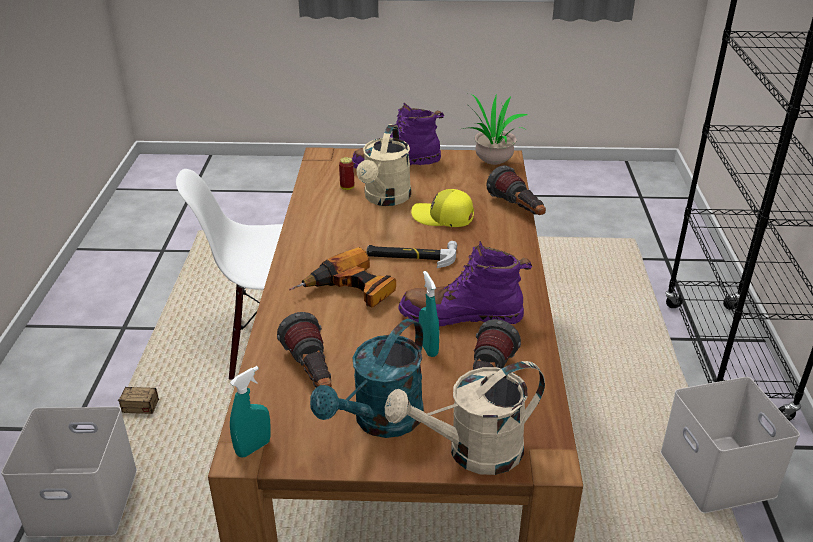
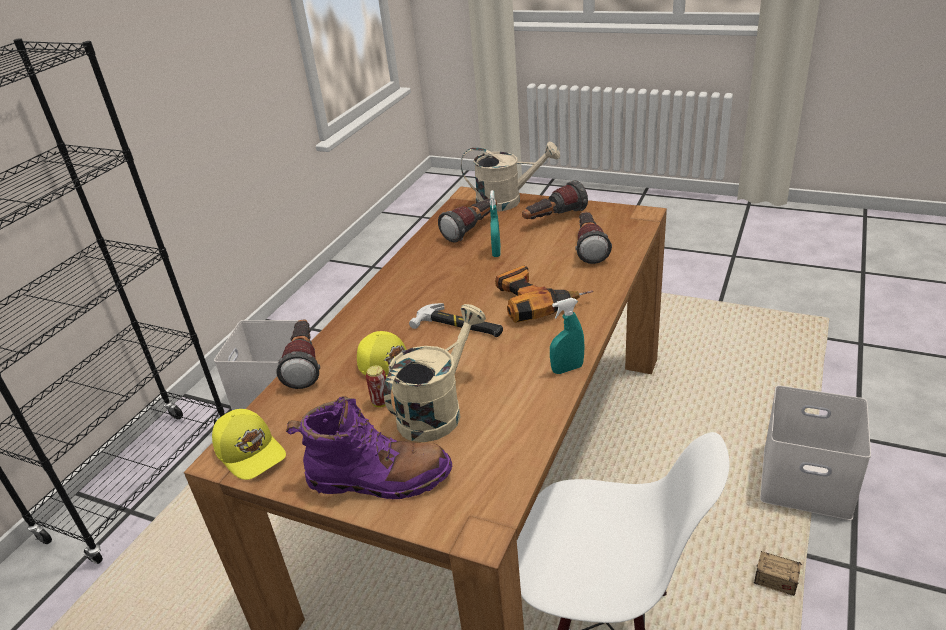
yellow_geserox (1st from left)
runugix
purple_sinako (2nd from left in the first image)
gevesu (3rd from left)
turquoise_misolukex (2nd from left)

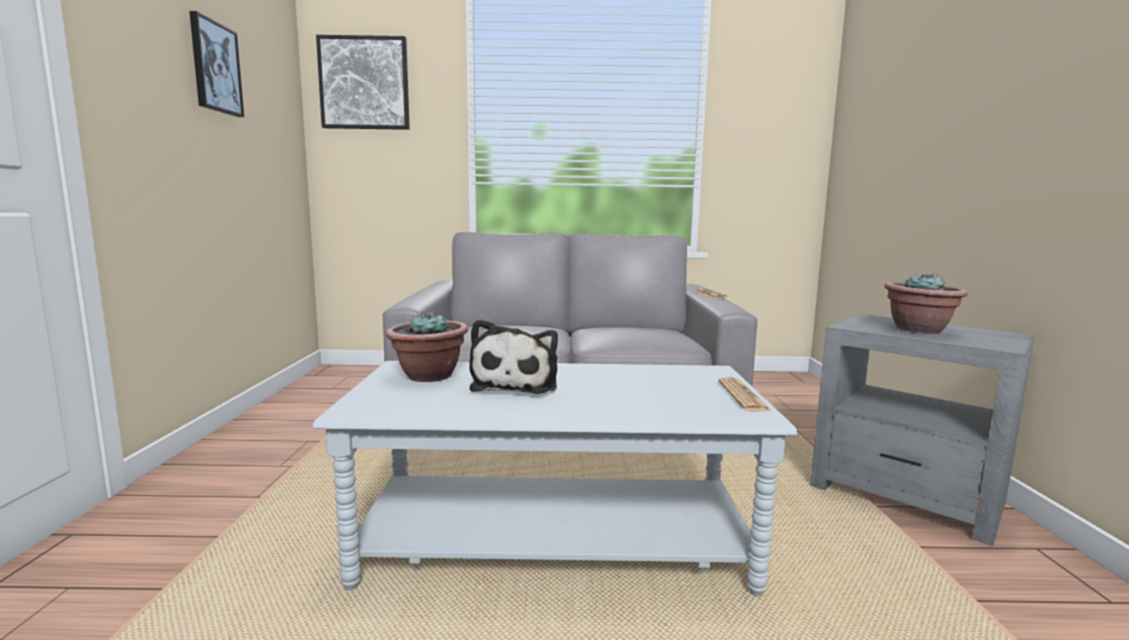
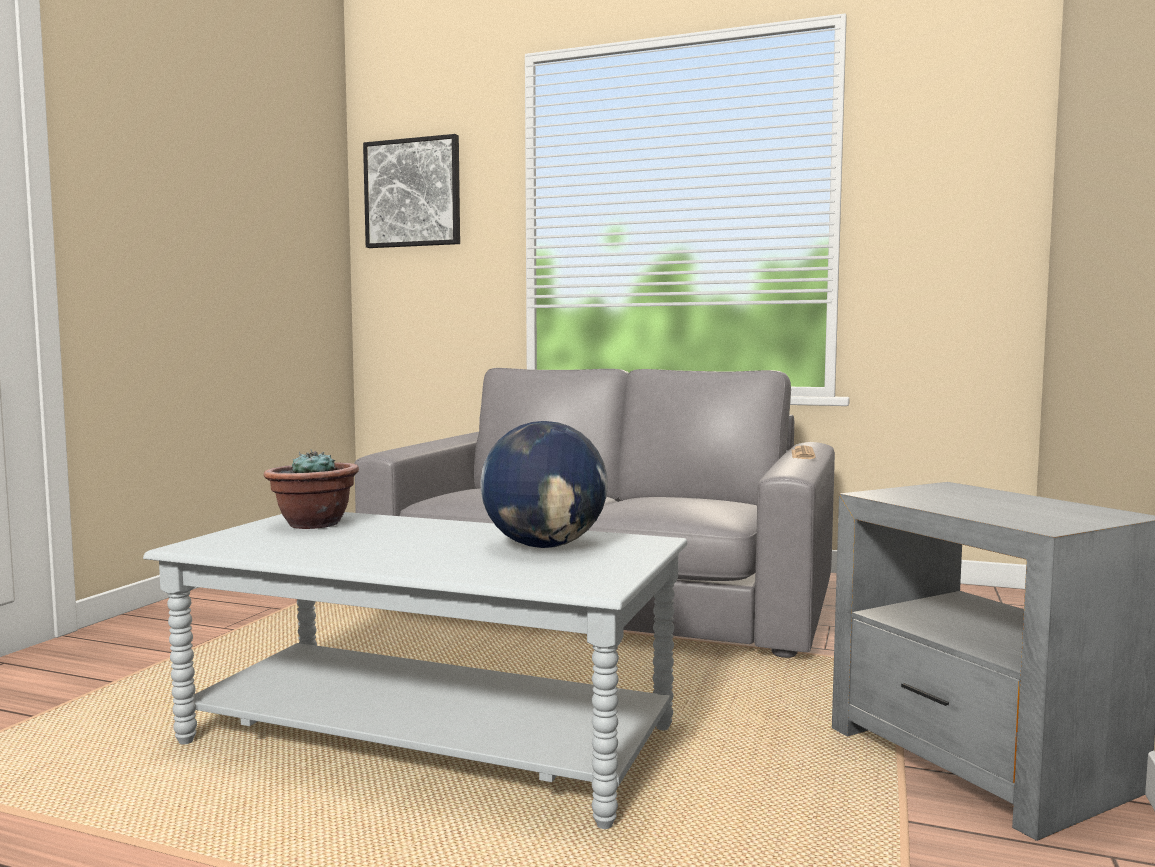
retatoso (1st from left in the first image)
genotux (2nd from left in the first image)
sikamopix
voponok (2nd from left in the first image)
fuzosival

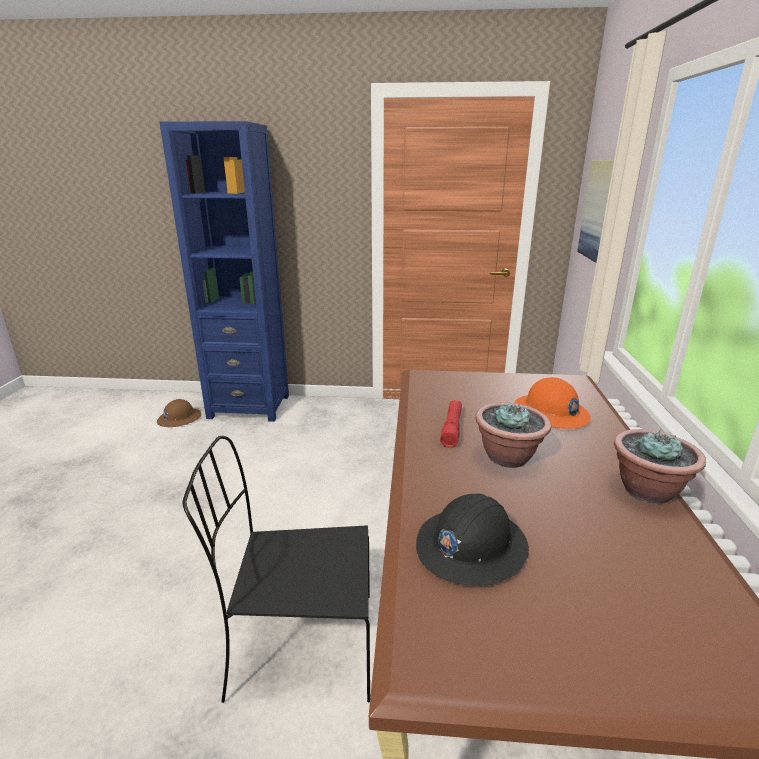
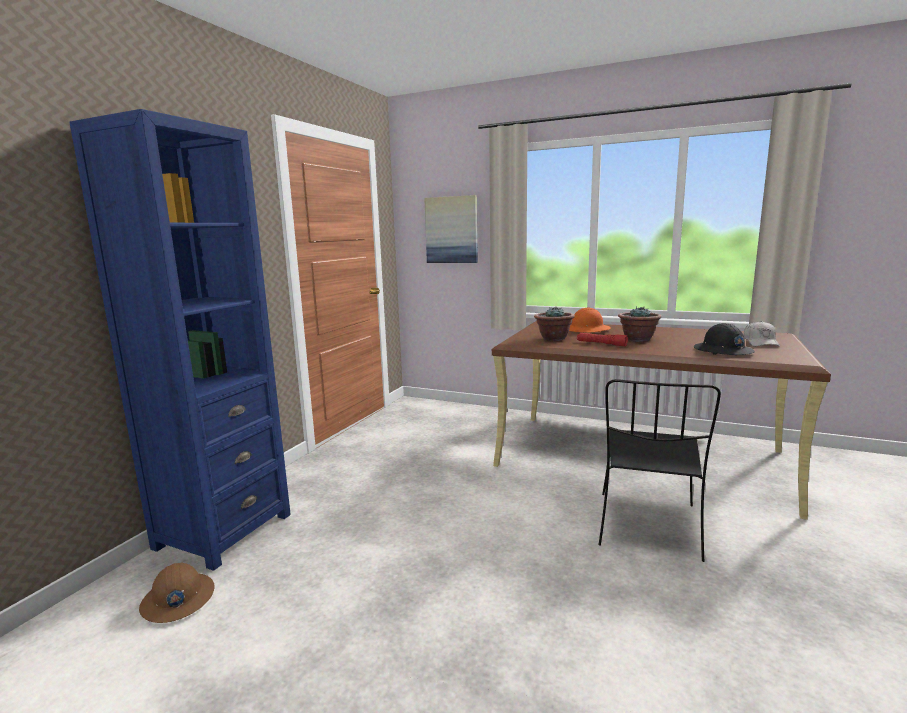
genotux (1st from left)
white_geserox

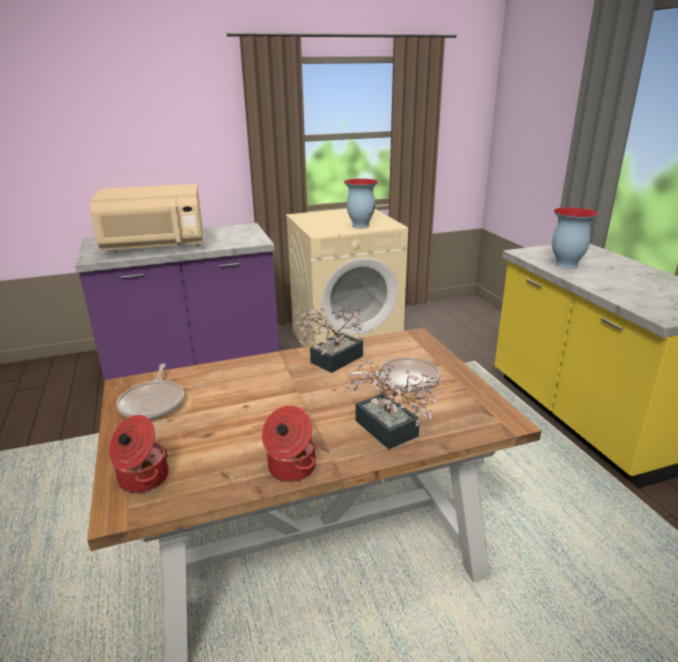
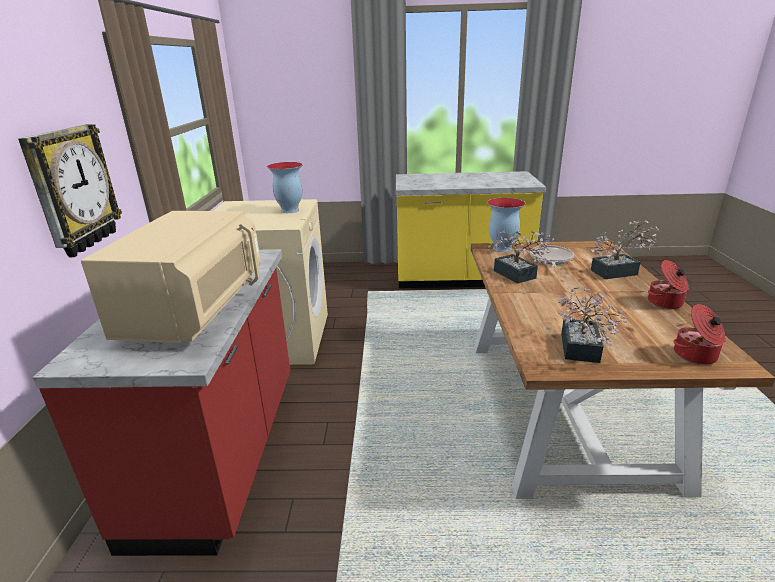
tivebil (2nd from left)
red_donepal
genotux (2nd from left)
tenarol

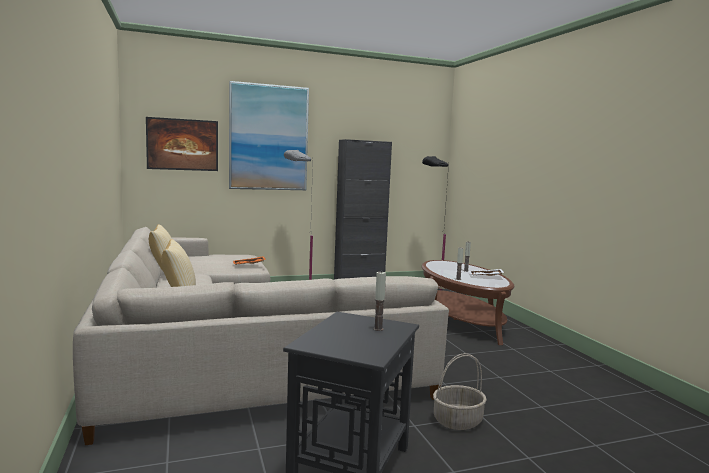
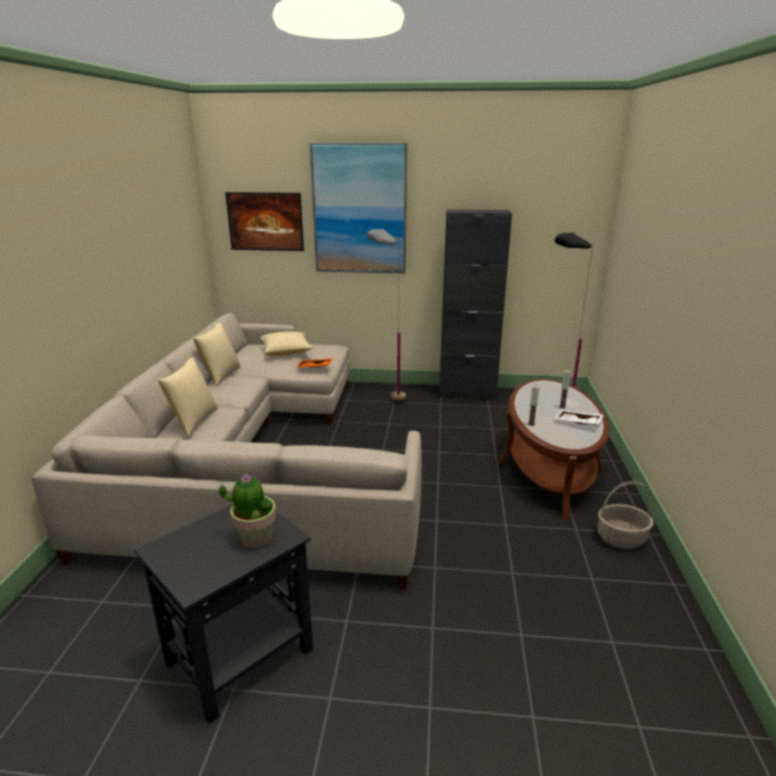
genotux
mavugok
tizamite (3rd from left)

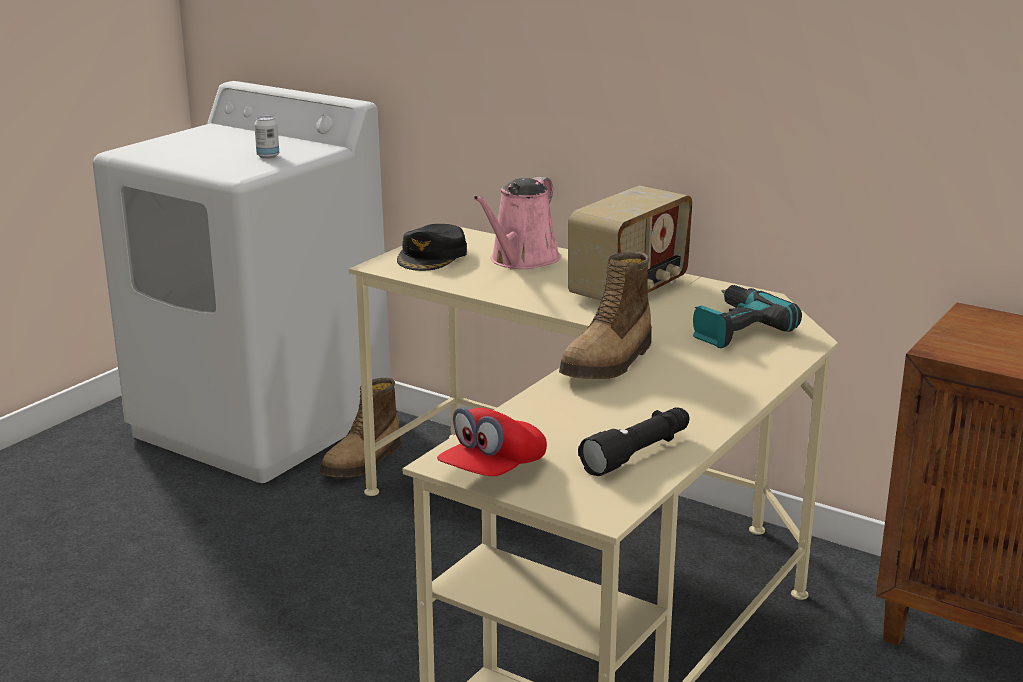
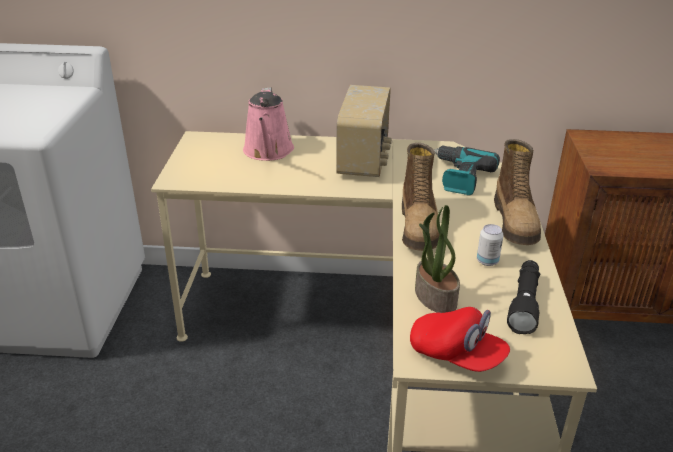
runugix
black_geserox
sinako (2nd from left)
red_geserox
genotux

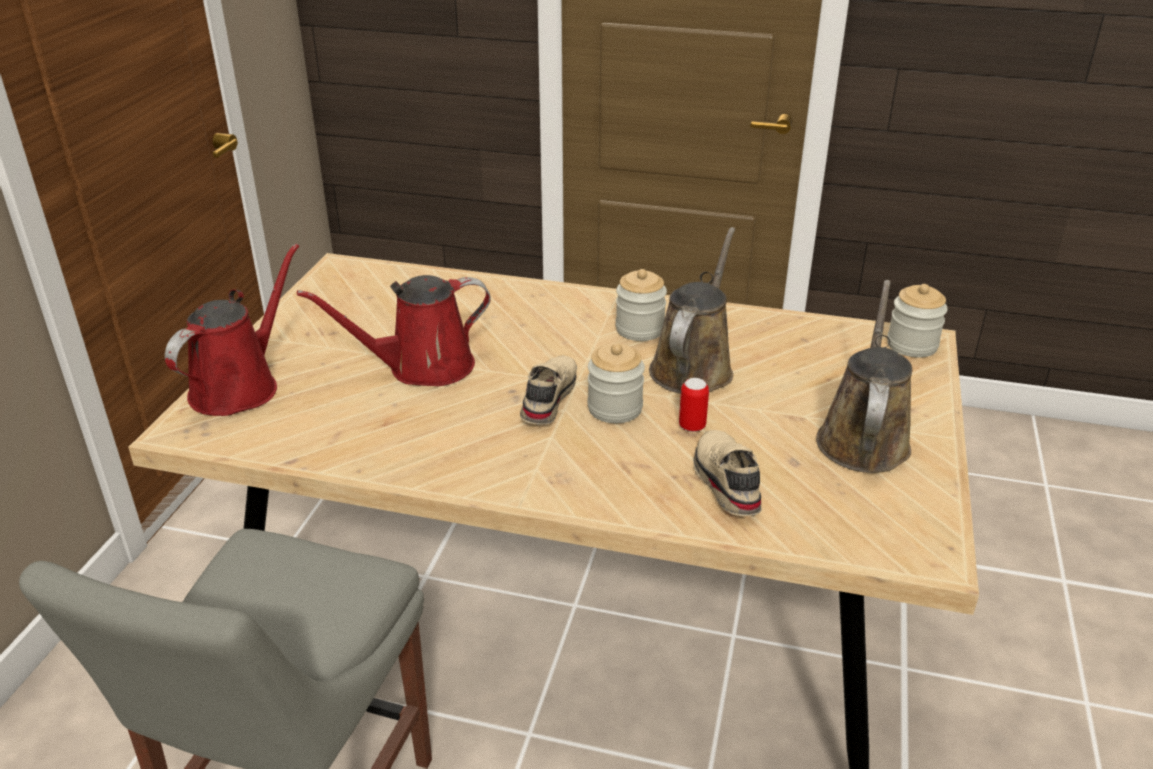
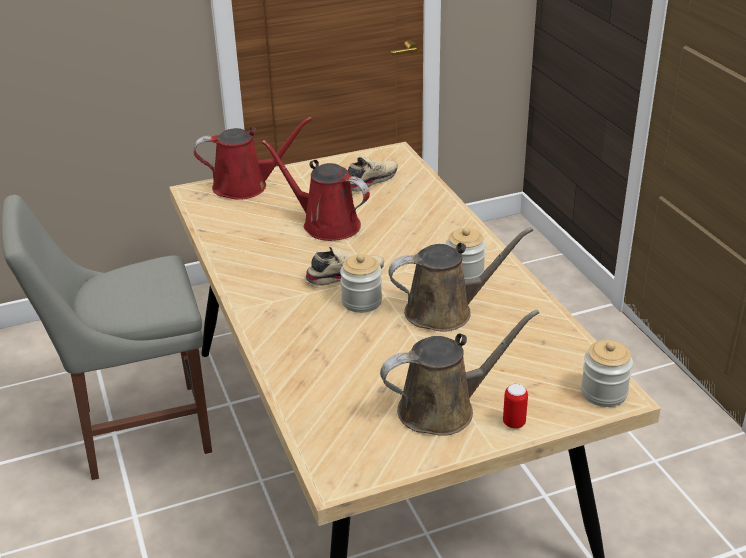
runugix
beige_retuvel (2nd from left)

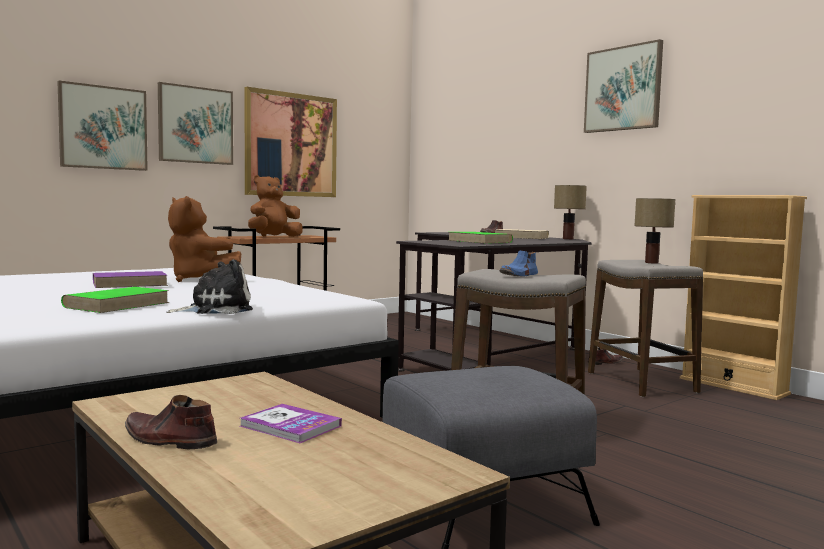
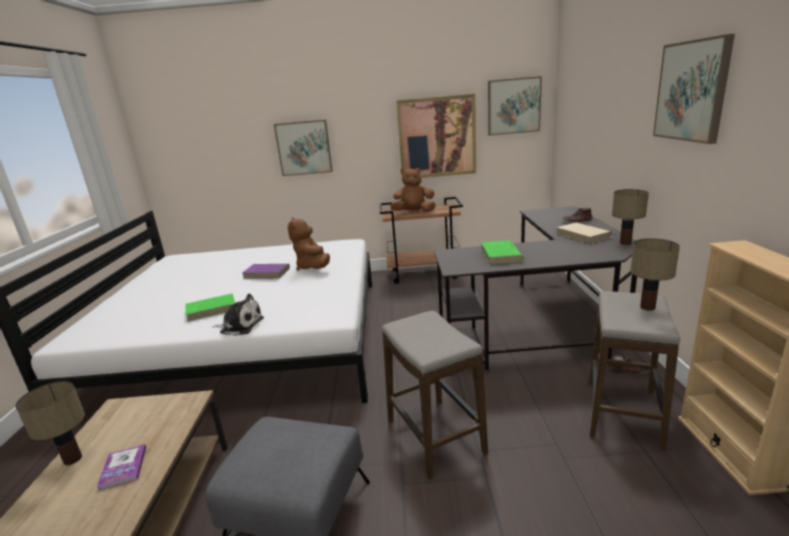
retatoso (3rd from left)
blue_retuvel
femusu (1st from left)

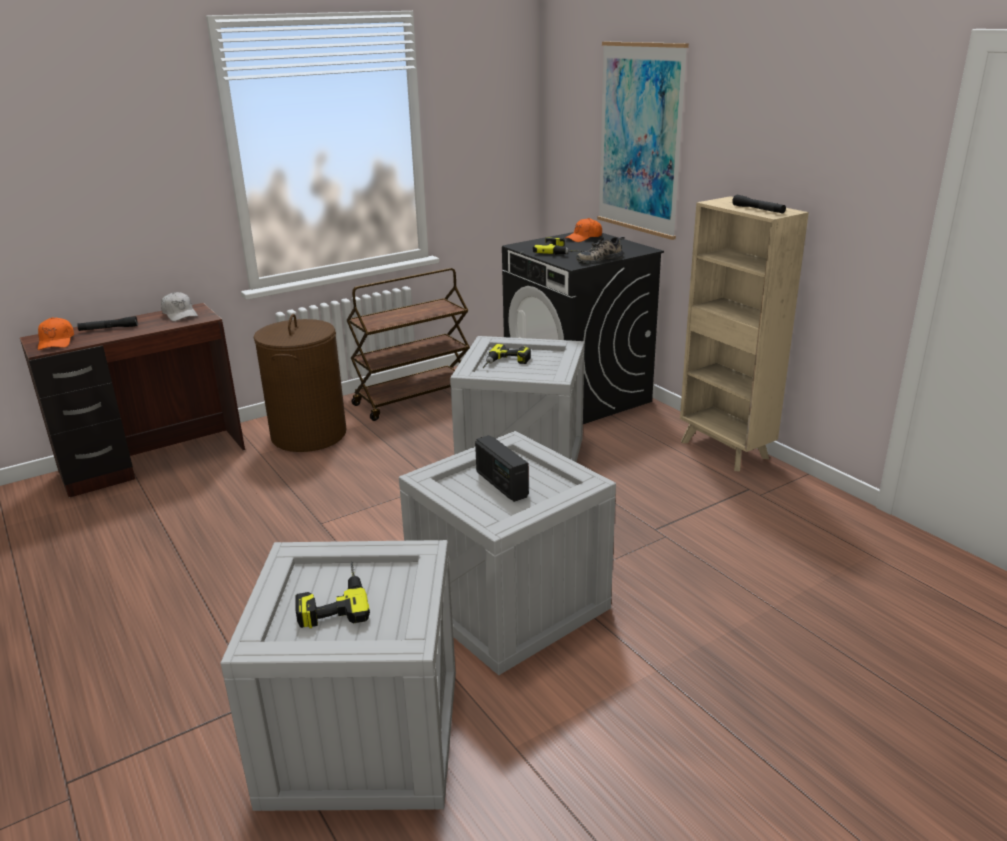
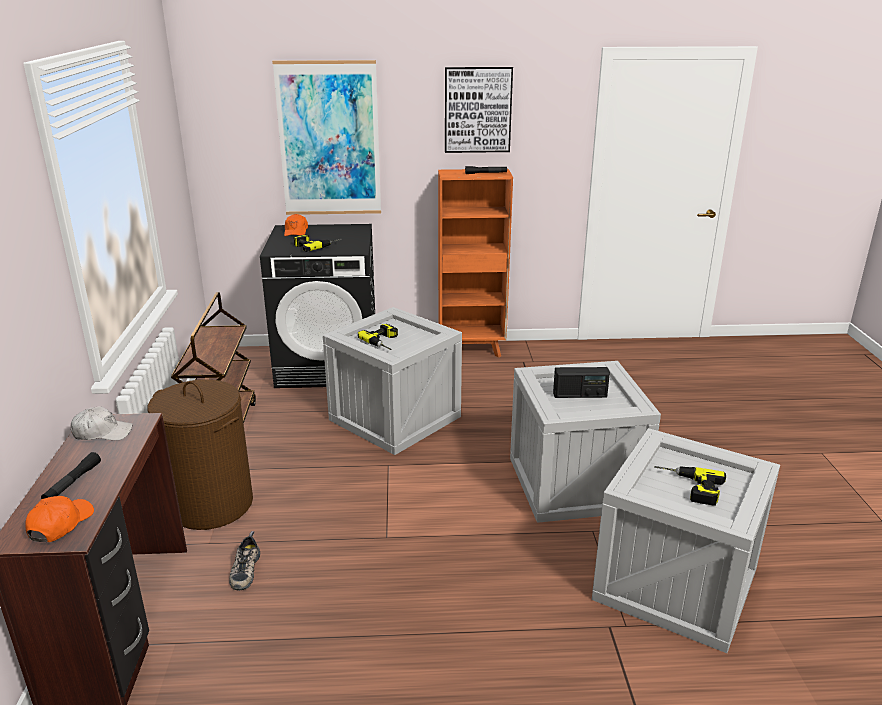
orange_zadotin
retuvel
orange_geserox (1st from left)
retatoso (2nd from left)

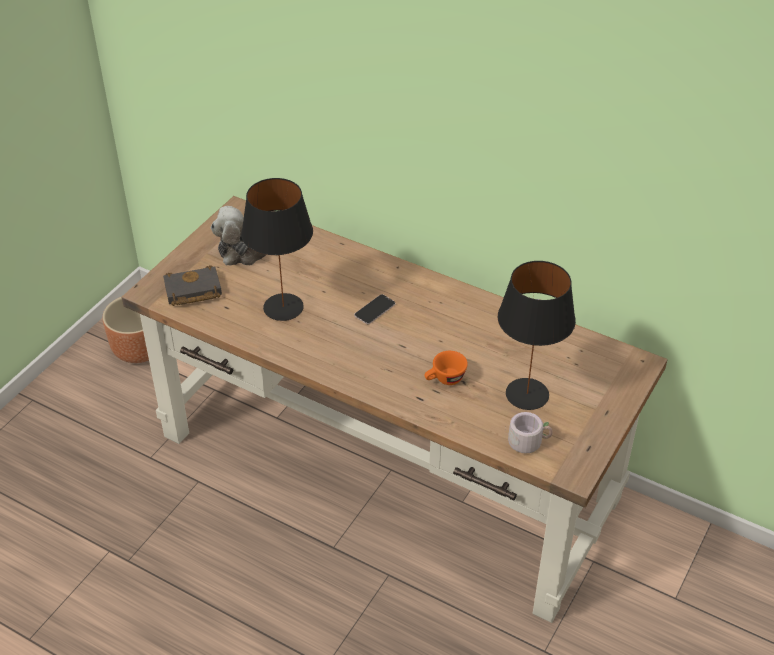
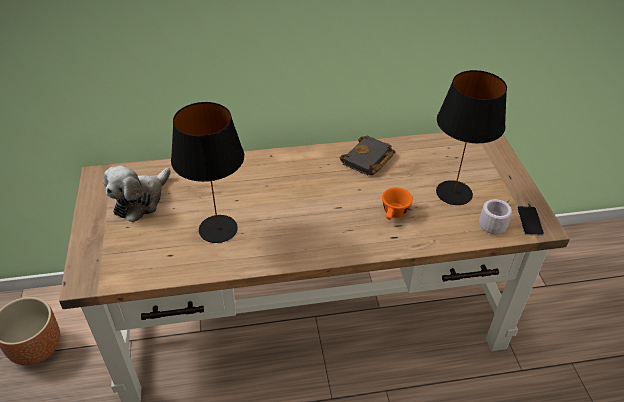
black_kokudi
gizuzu

